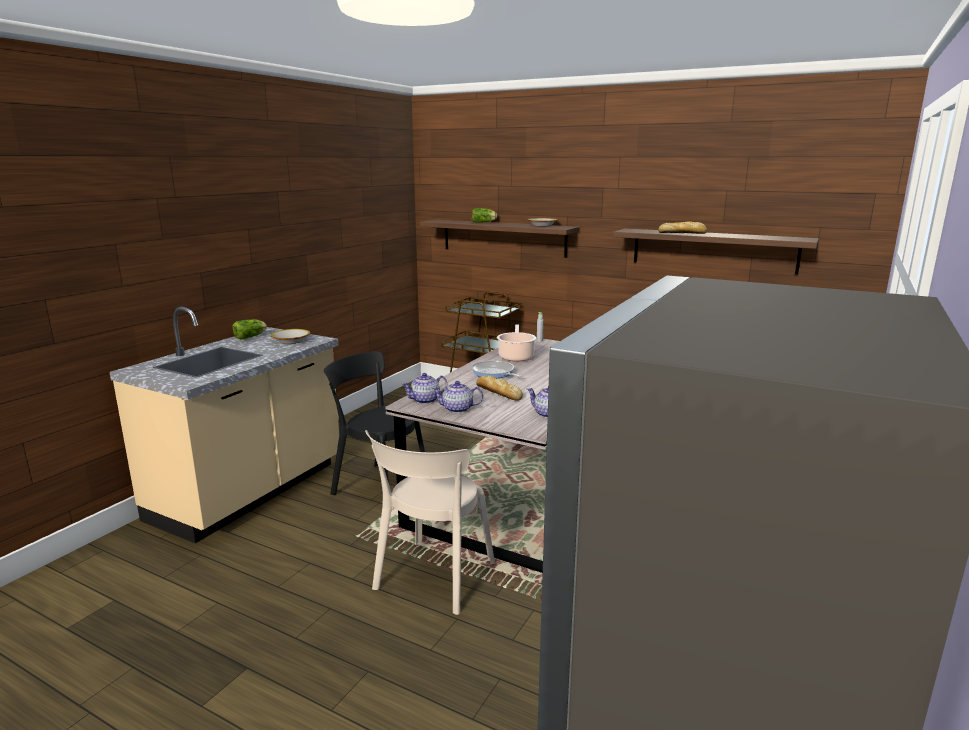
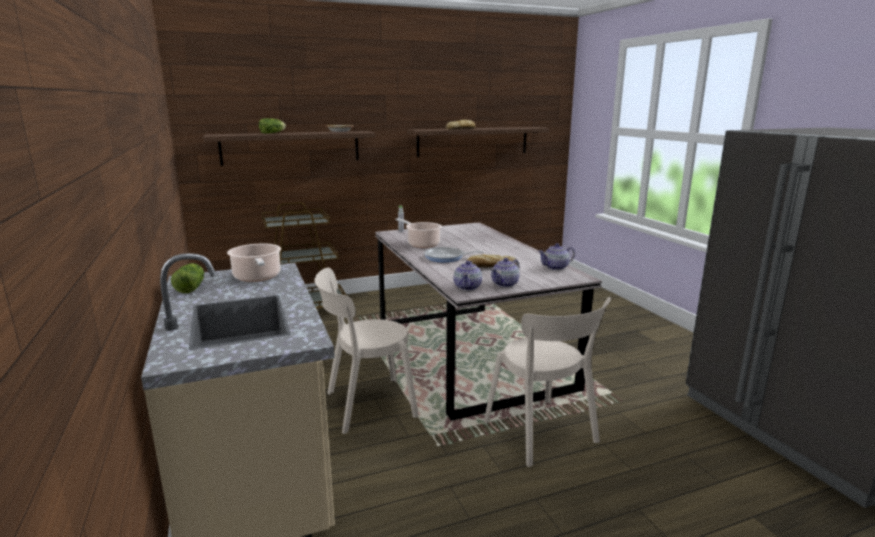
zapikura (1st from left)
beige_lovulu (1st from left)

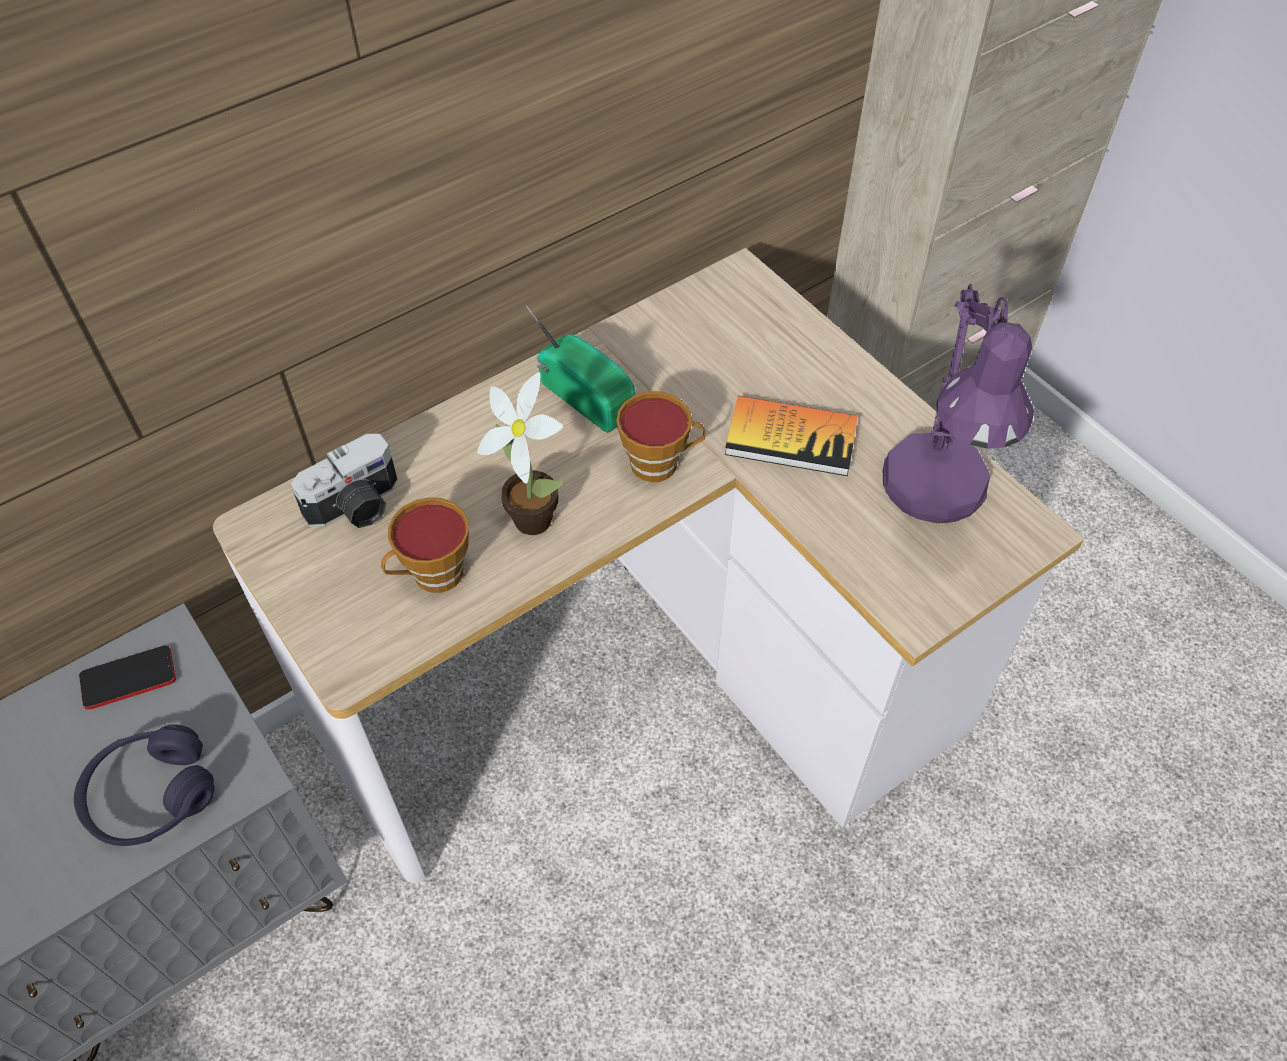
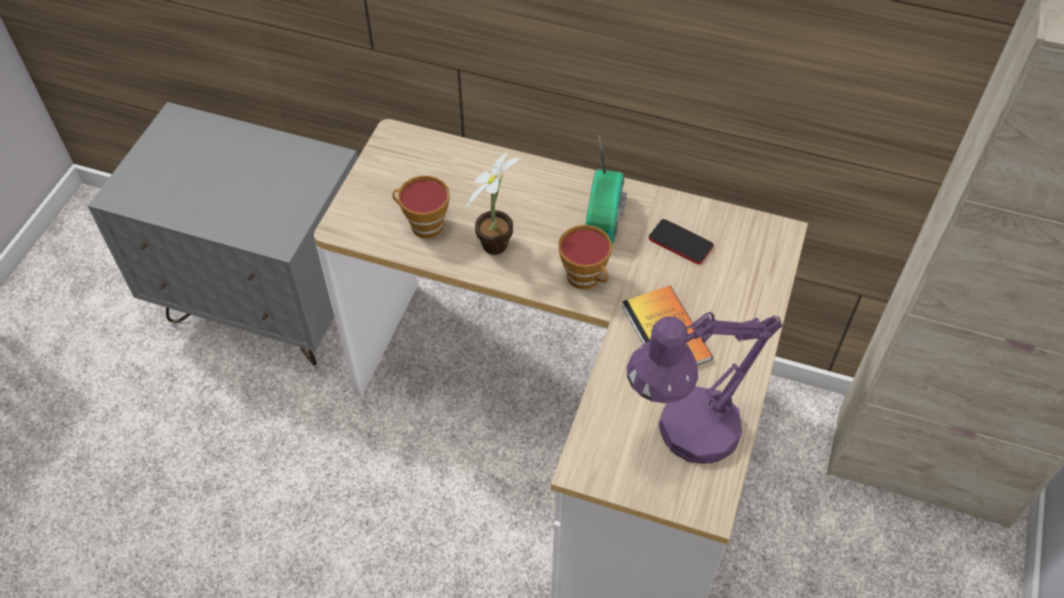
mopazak
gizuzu
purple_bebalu

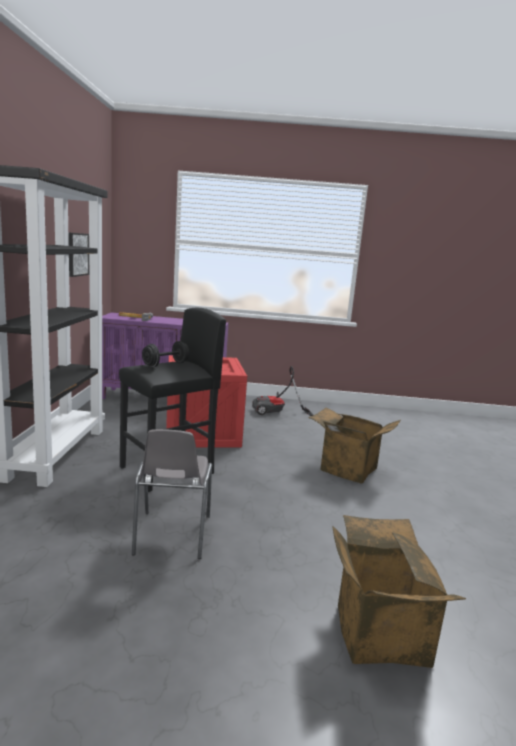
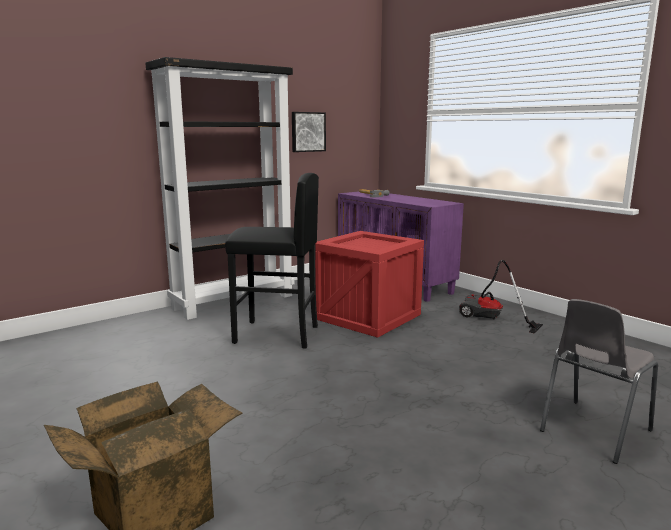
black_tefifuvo
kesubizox (1st from left in the first image)
grey_lovulu

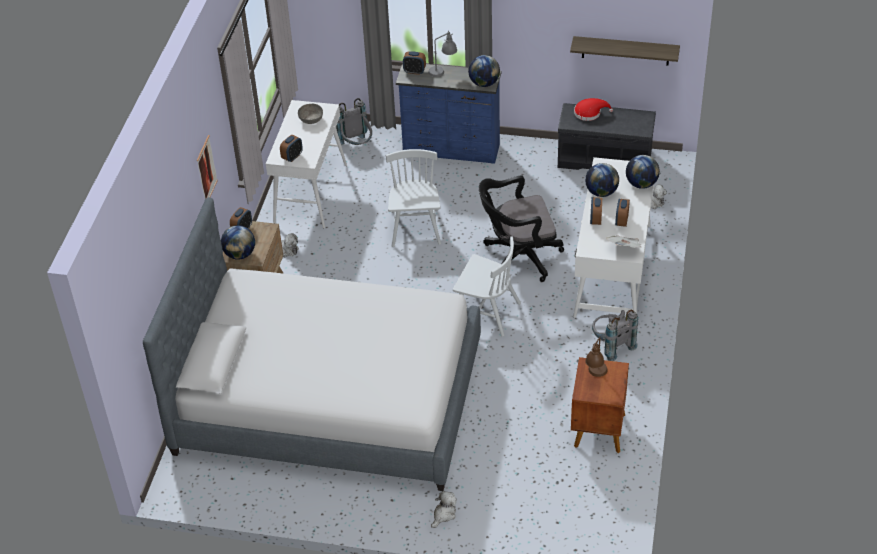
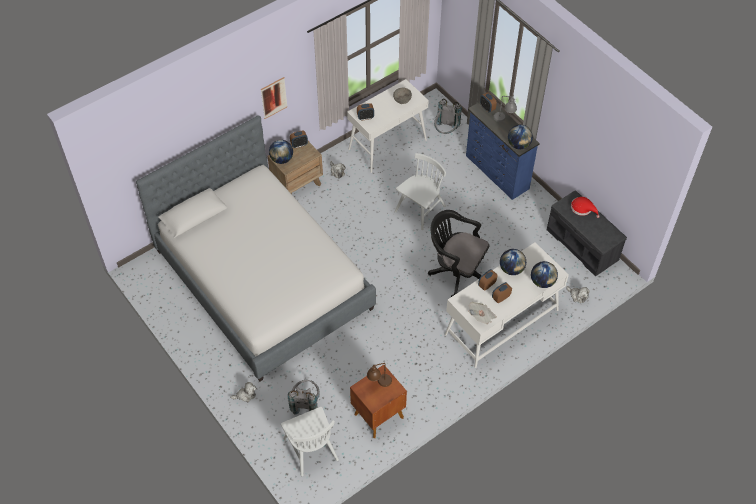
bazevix
white_lovulu (1st from left)
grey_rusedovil (1st from left)

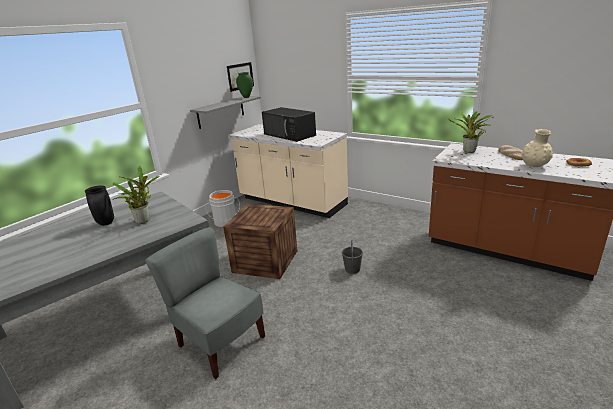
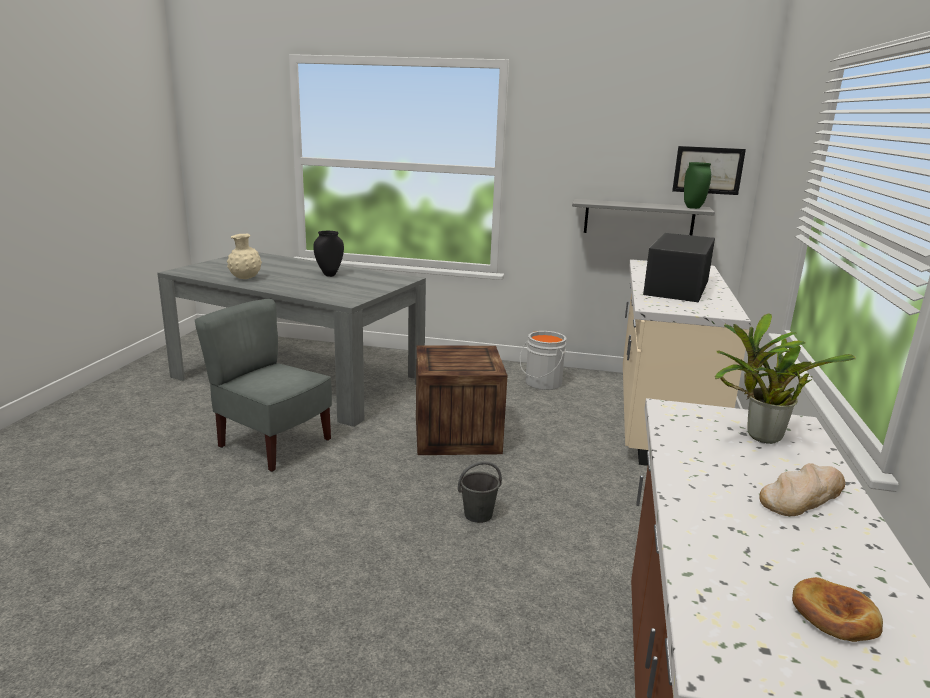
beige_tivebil
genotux (1st from left in the first image)
grey_lovulu

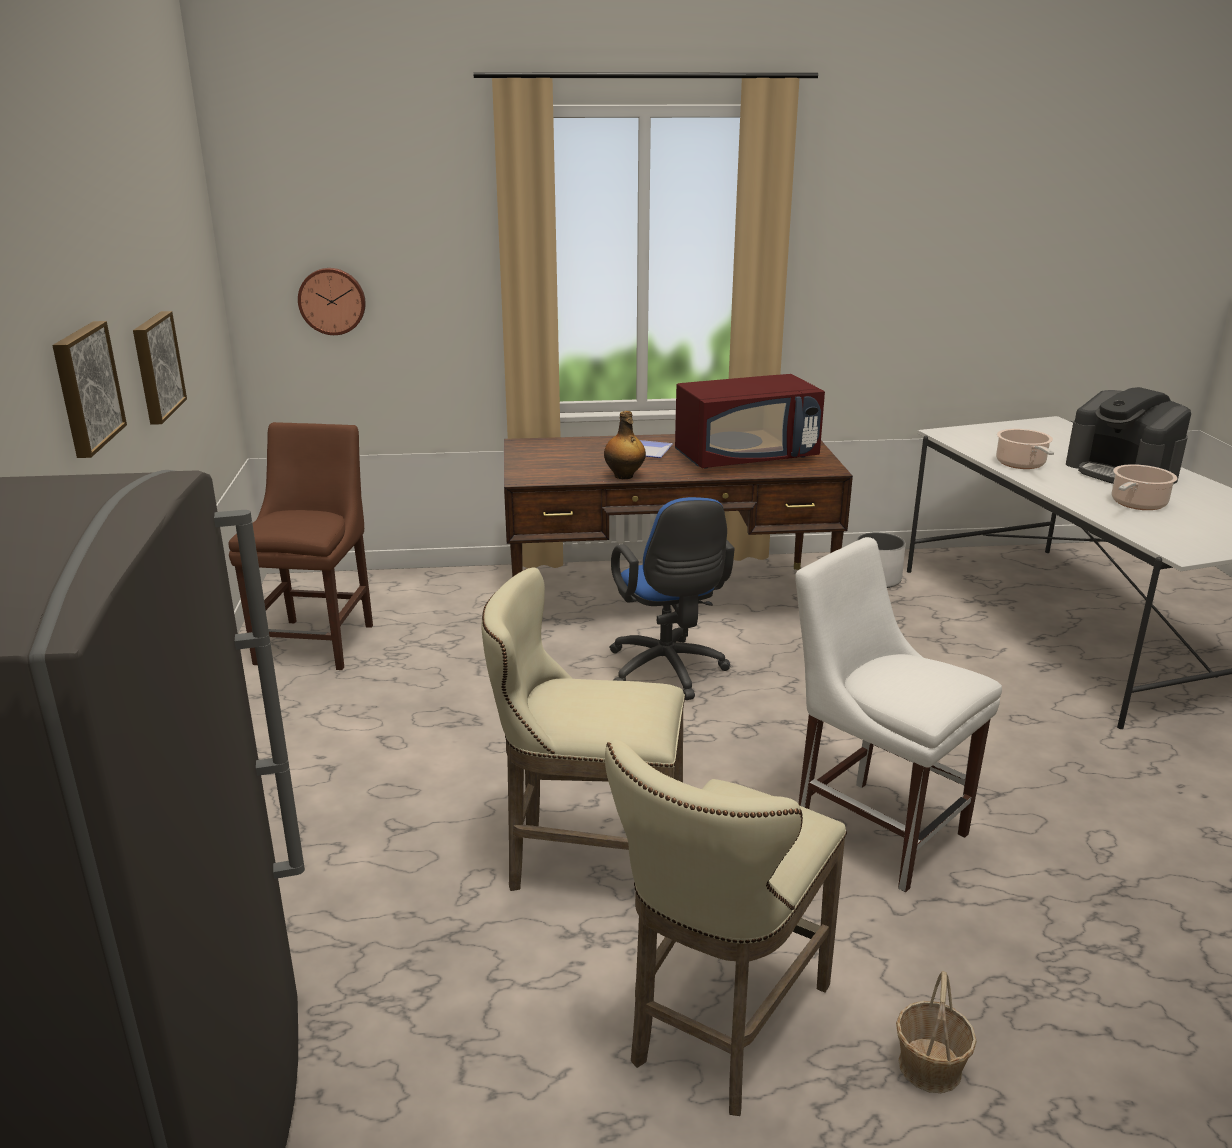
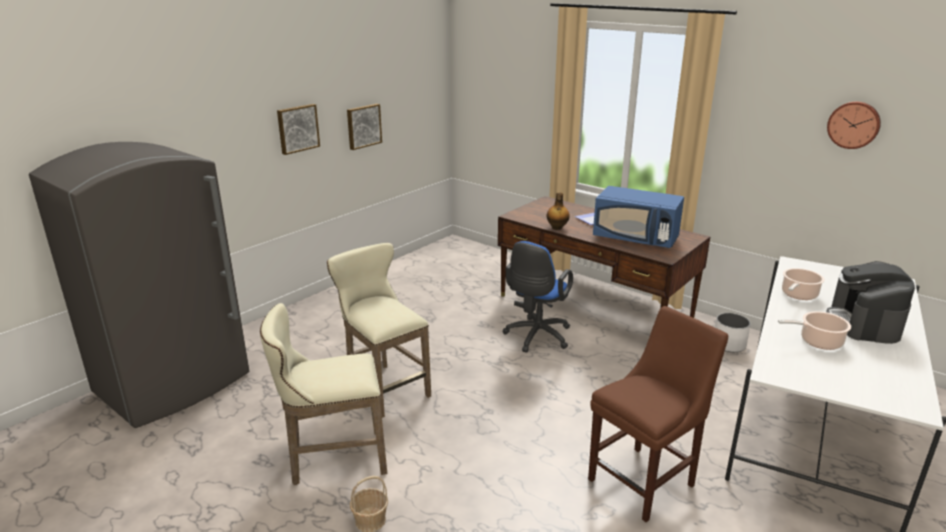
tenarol
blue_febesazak
brown_lovulu
white_lovulu

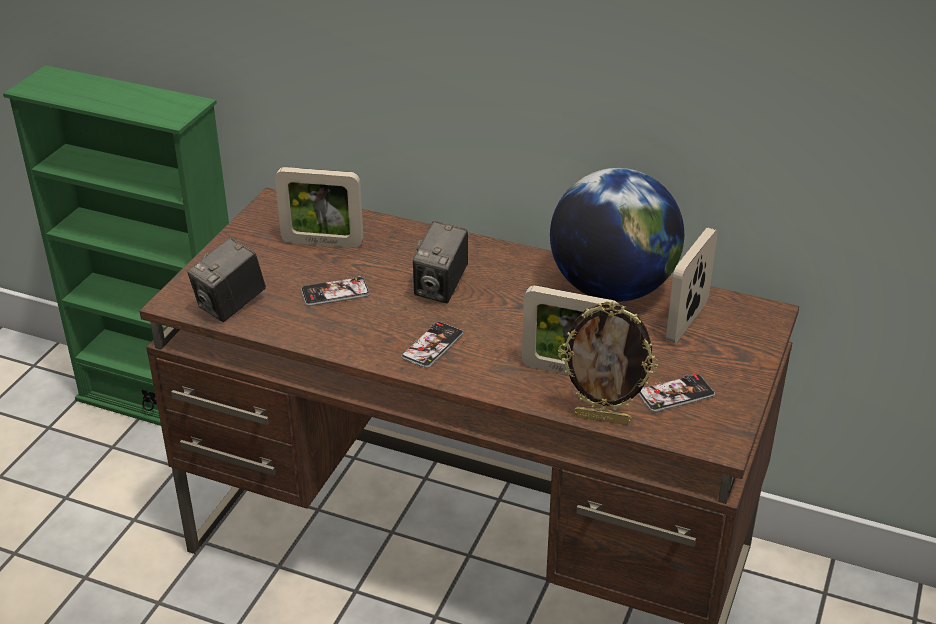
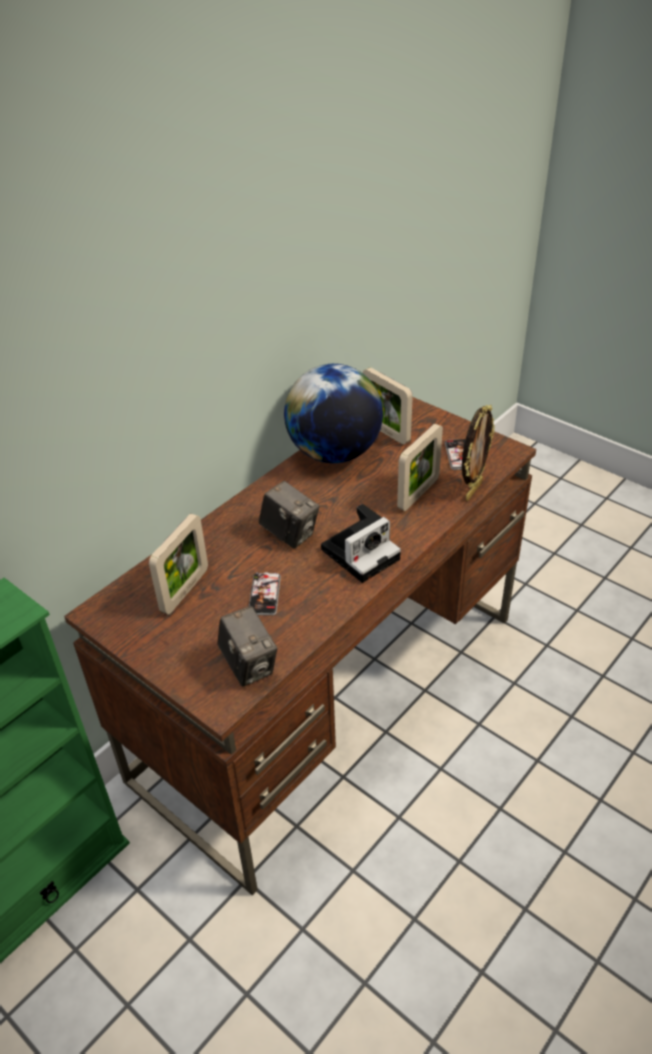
mopazak (3rd from left)

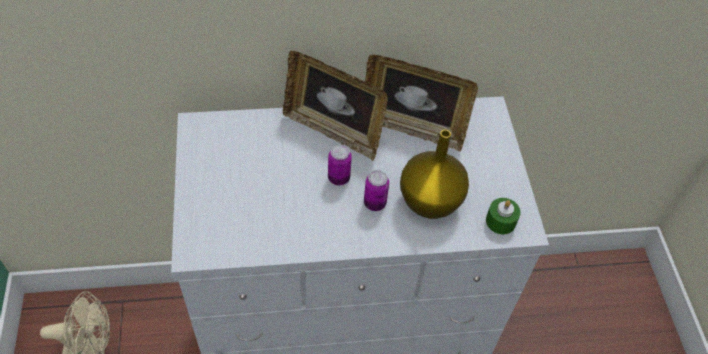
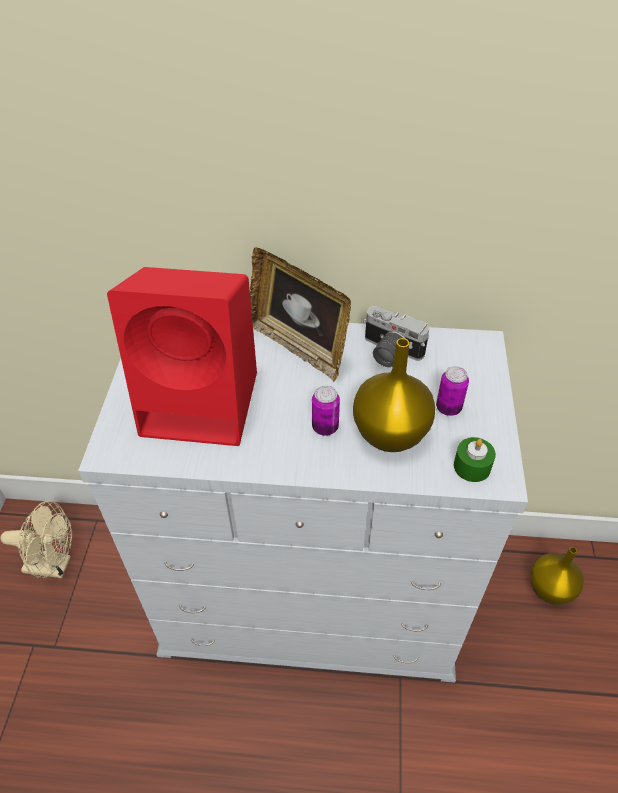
mopazak
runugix (2nd from left)
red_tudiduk
yellow_tivebil (2nd from left)

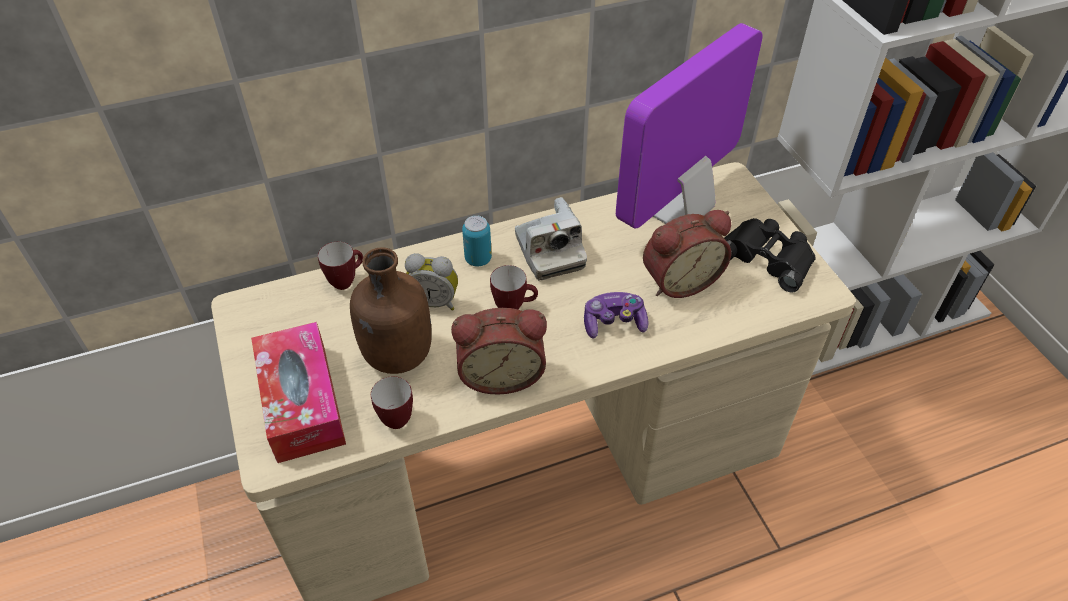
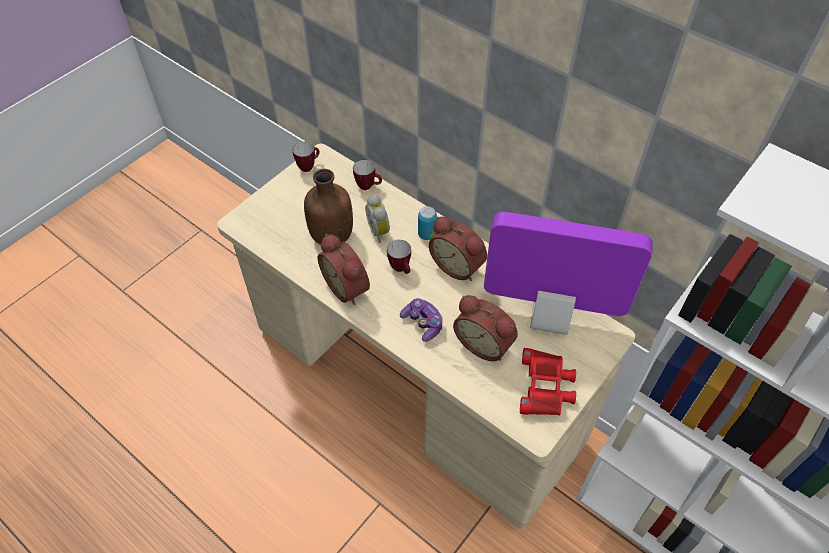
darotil (3rd from left)
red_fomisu
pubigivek
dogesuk (1st from left)

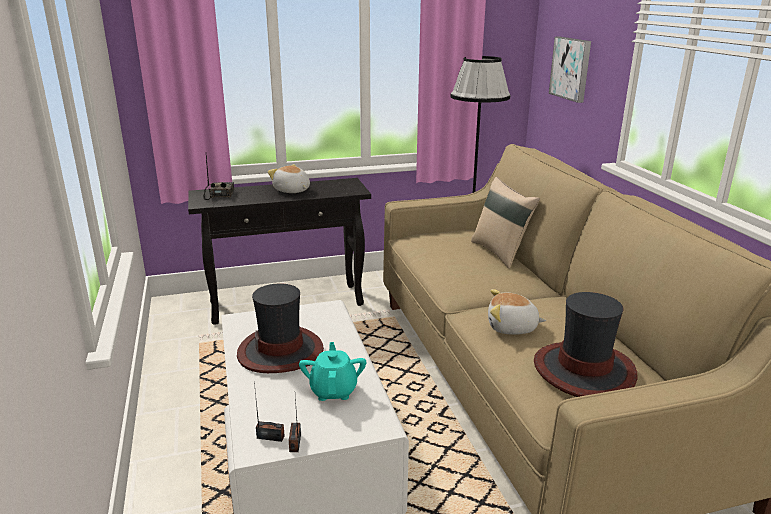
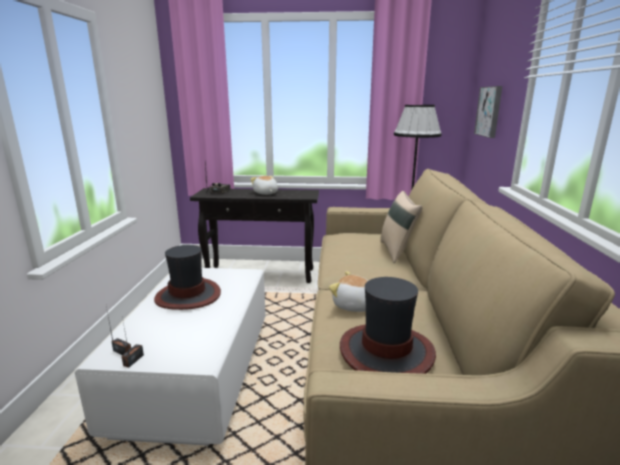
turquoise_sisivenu

